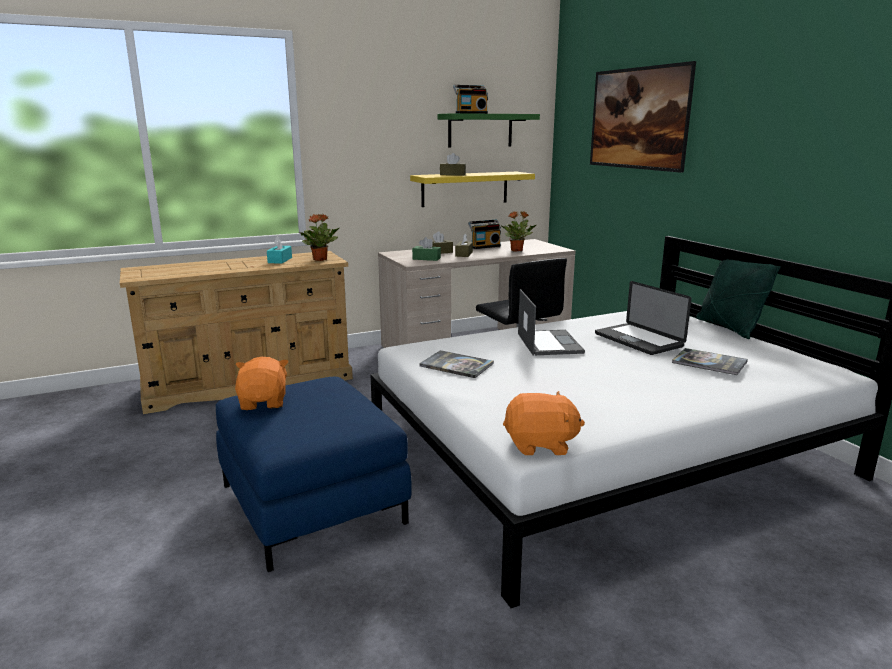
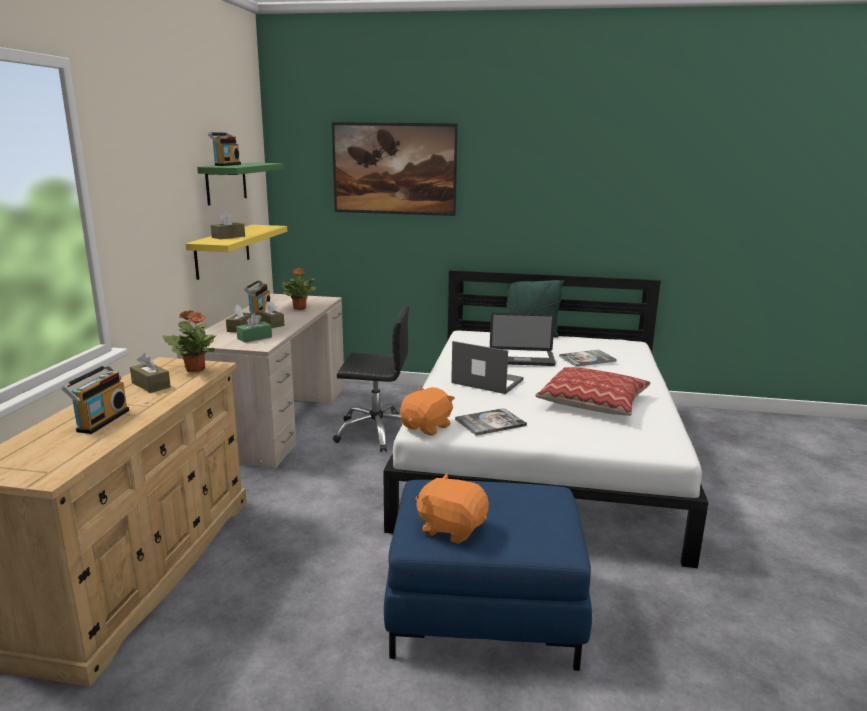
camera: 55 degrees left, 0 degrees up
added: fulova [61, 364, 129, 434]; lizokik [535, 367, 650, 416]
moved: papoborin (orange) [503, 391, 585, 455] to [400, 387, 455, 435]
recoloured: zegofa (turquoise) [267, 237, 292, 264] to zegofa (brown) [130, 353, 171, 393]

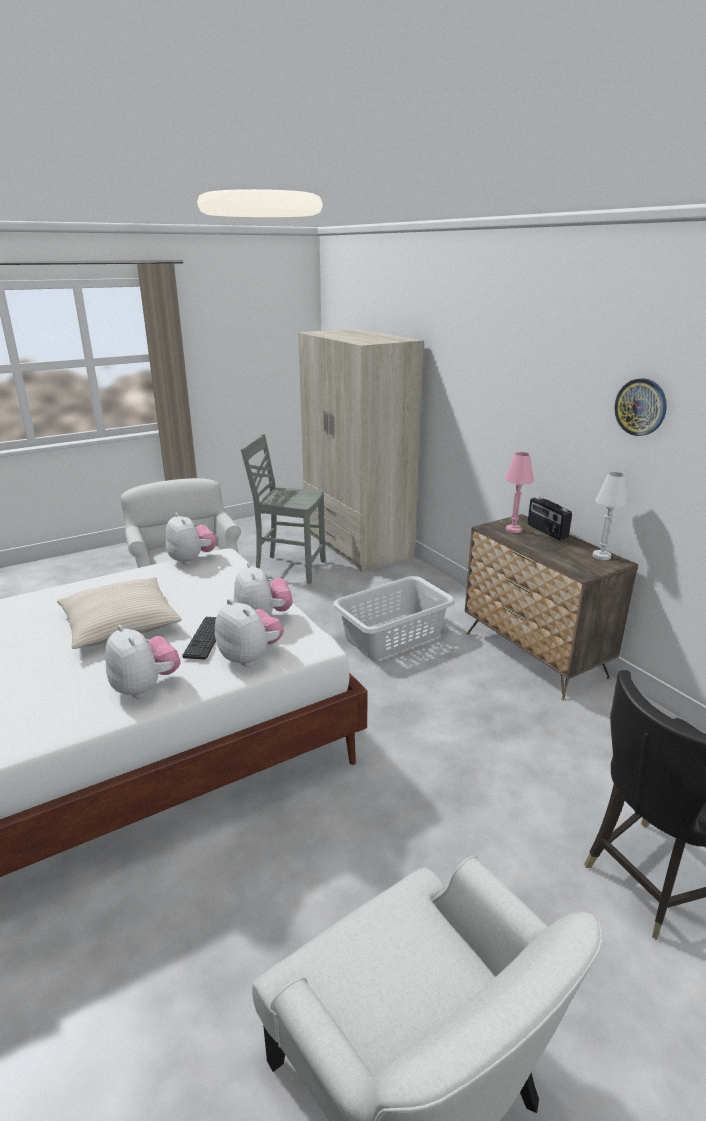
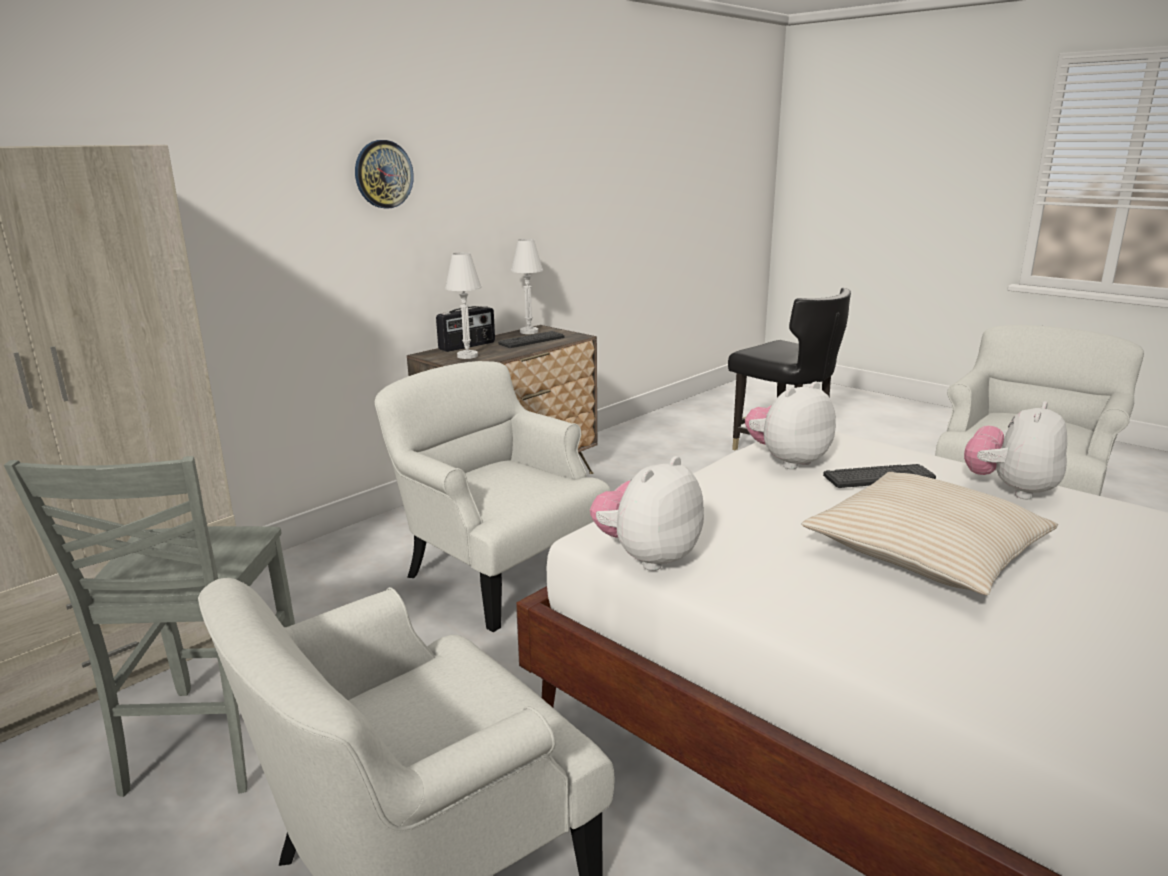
camera: 105 degrees left, 5 degrees down
removed: papoborin [215, 599, 284, 667]
added: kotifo [498, 331, 564, 348]
moved: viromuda [614, 378, 667, 436] to [355, 140, 414, 209]
replaced: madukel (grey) [333, 576, 455, 660] to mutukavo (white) [375, 361, 611, 632]
recoloured: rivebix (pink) [505, 452, 534, 533] to rivebix (white) [445, 252, 482, 359]

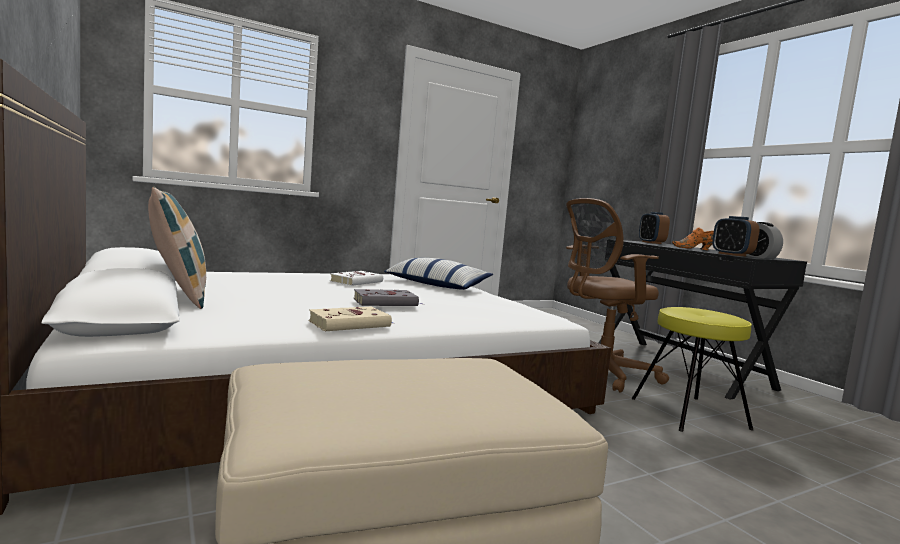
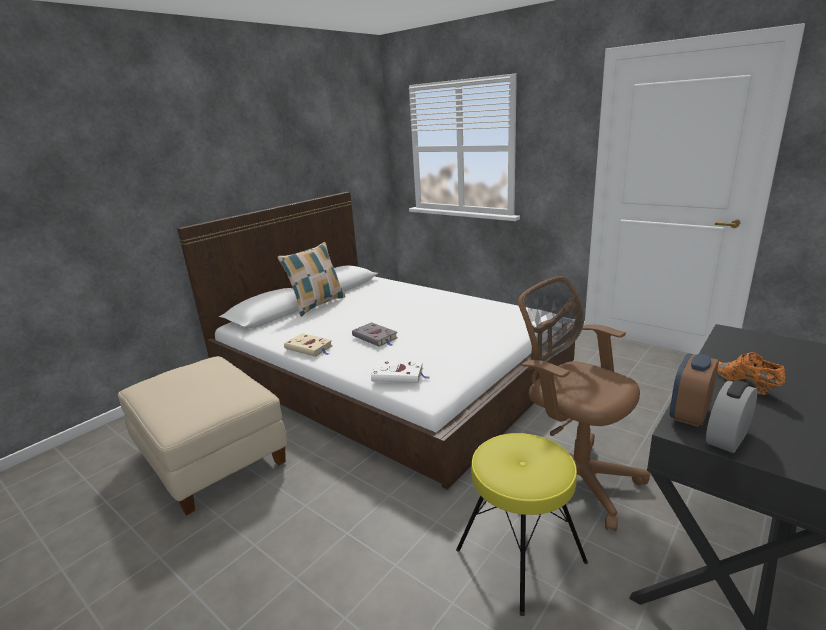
camera: 70 degrees right, 15 degrees up
removed: lizokik [384, 258, 493, 290]; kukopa [639, 212, 670, 244]
moved: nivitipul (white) [330, 271, 383, 286] to [371, 360, 430, 383]

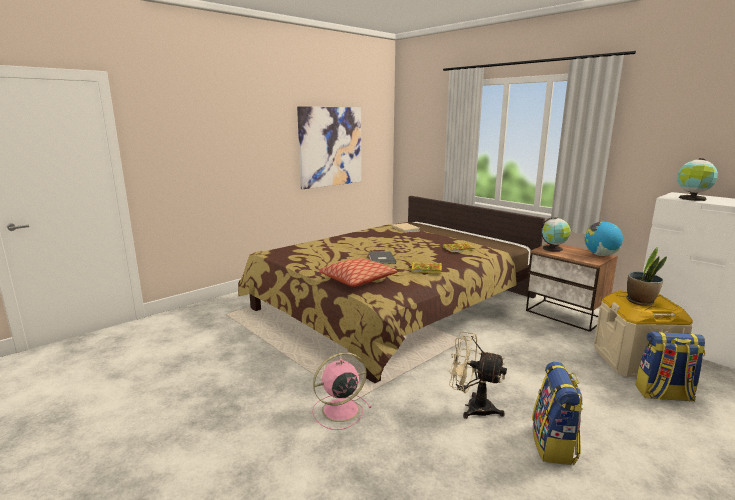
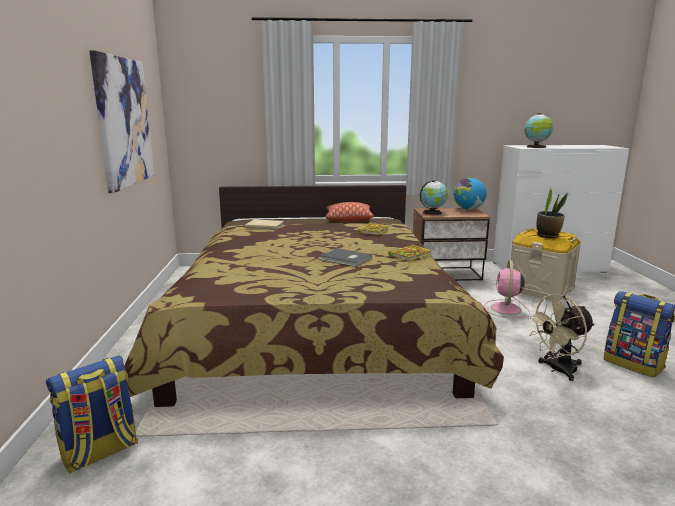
camera: 50 degrees left, 0 degrees up
moved: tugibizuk [636, 332, 705, 402] to [46, 355, 138, 474]; lizokik [319, 258, 397, 287] to [325, 202, 374, 222]; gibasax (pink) [312, 352, 372, 430] to [484, 260, 530, 318]

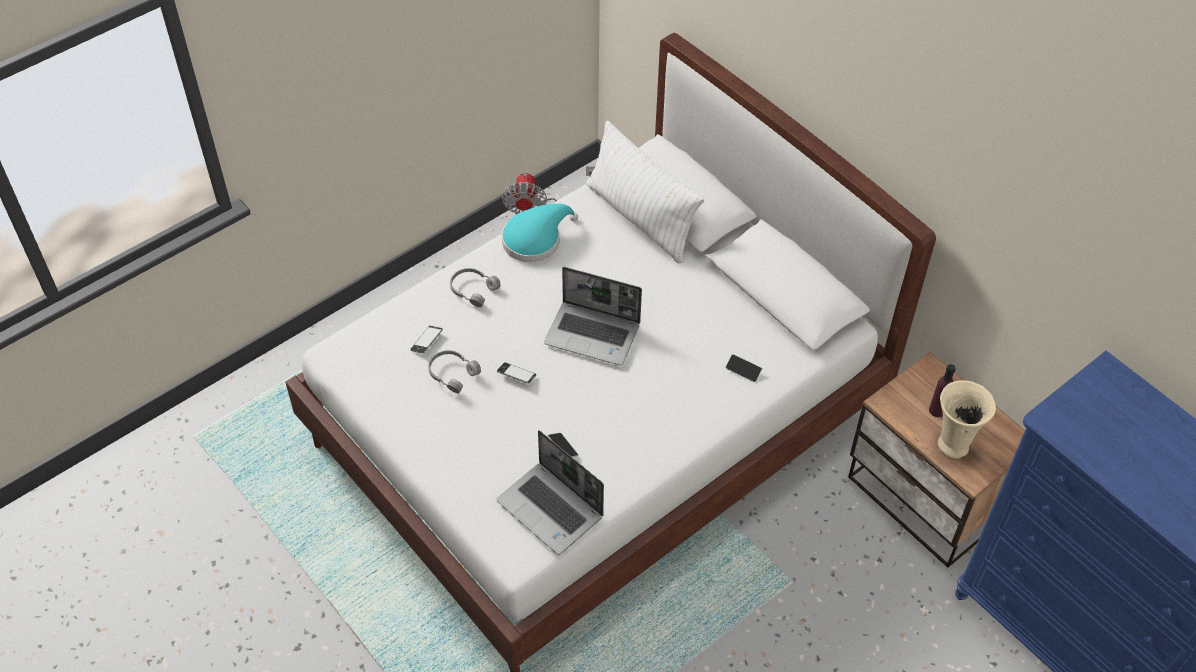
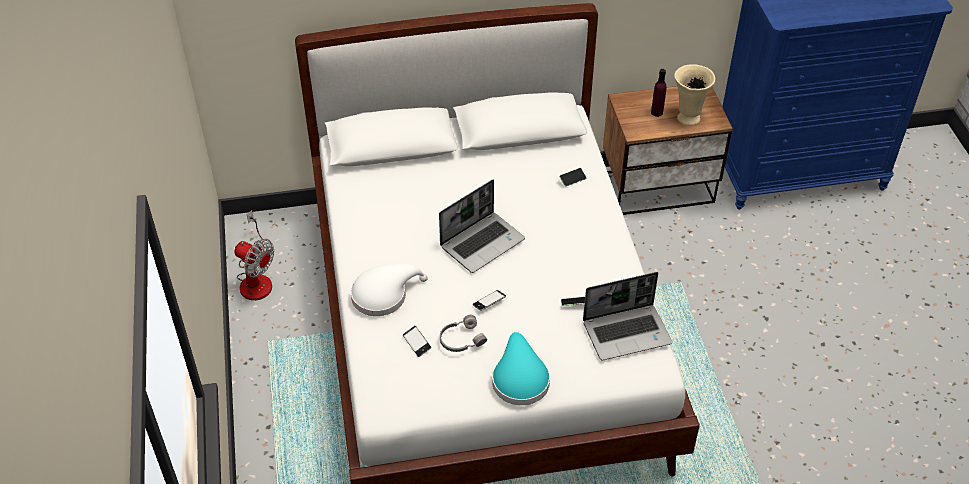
camera: 60 degrees left, 5 degrees down
removed: lizokik (white) [586, 121, 704, 264]
moved: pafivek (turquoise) [502, 203, 578, 262] to [492, 332, 550, 405]
replaced: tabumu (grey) [450, 268, 501, 307] to pafivek (white) [351, 264, 428, 316]

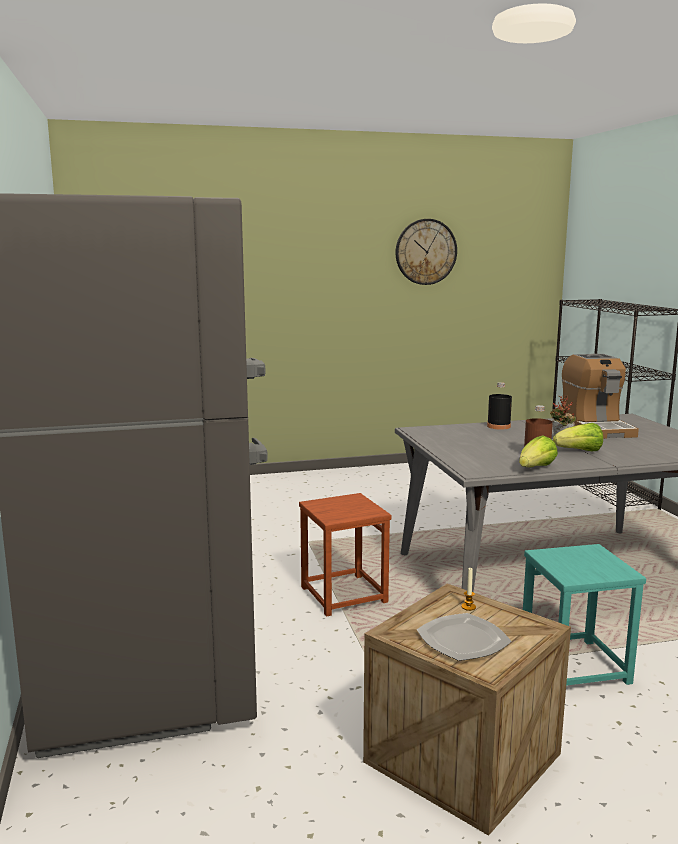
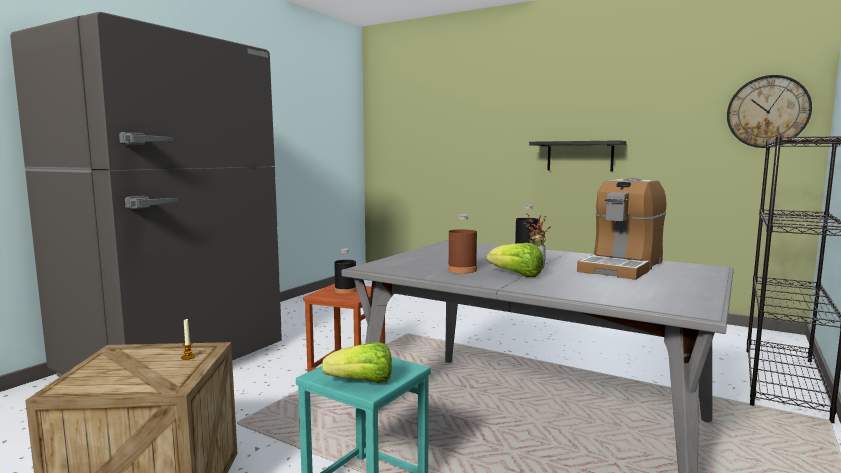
camera: 45 degrees right, 5 degrees down
removed: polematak [417, 613, 512, 661]
added: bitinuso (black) [334, 249, 357, 294]; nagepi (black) [529, 140, 626, 171]
moved: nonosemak [519, 436, 558, 467] to [322, 342, 392, 383]; viromuda [396, 219, 457, 285] to [727, 75, 812, 148]

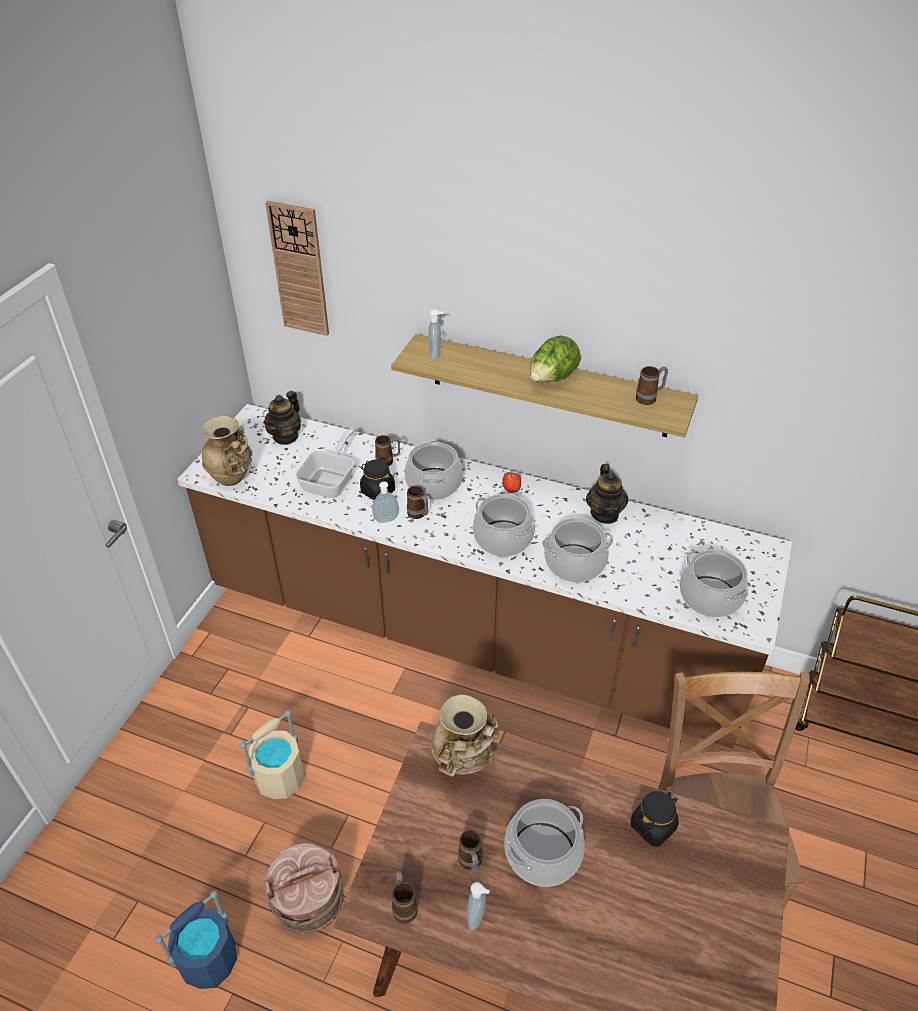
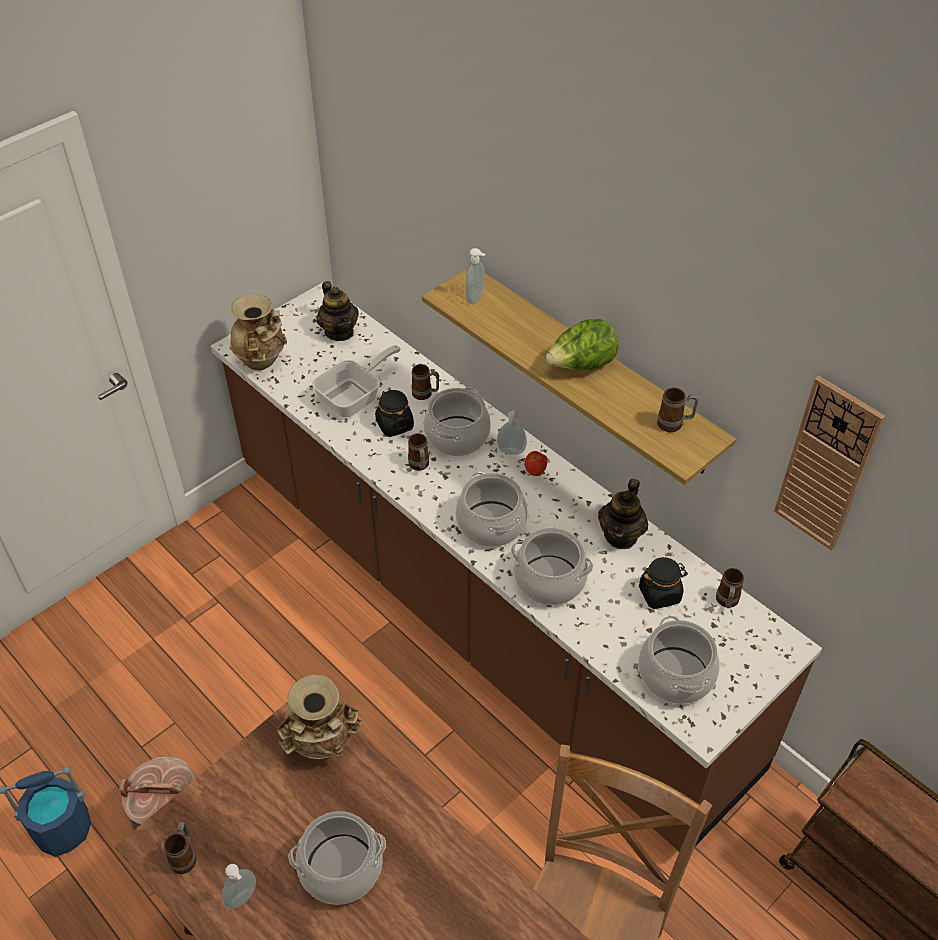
camera: 25 degrees right, 5 degrees up
removed: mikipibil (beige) [240, 710, 305, 799]
moved: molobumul [372, 481, 399, 523] to [497, 411, 527, 455]; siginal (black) [631, 791, 679, 847] to [639, 557, 688, 609]; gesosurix [458, 830, 483, 874] to [716, 568, 744, 608]; viromuda [265, 200, 329, 336] to [774, 376, 885, 551]
turned: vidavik [263, 391, 301, 445] = [316, 281, 359, 341] 75 degrees counterclockwise

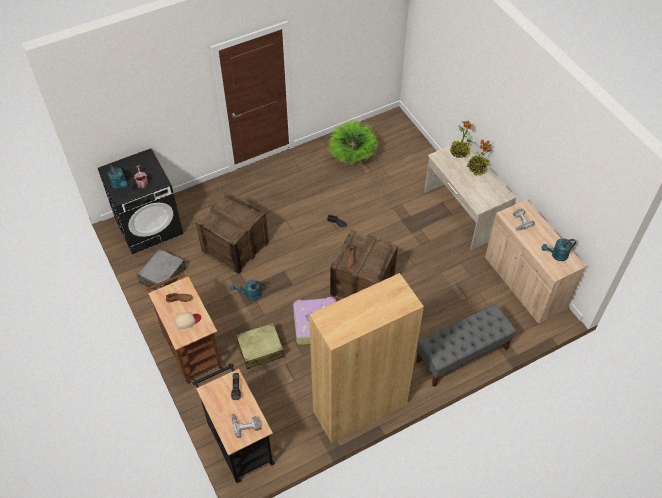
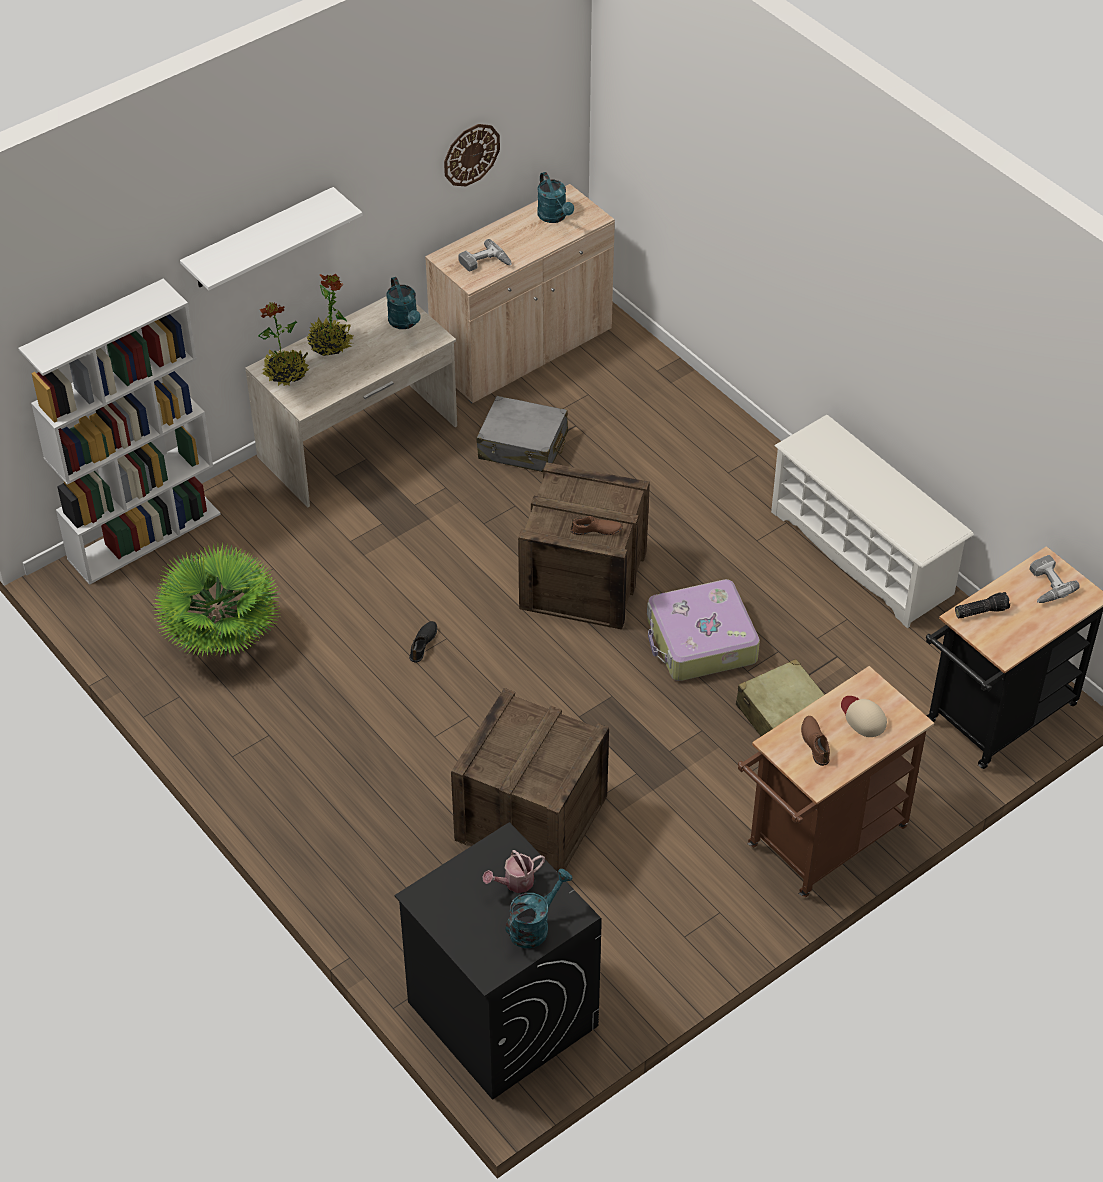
camera: 100 degrees left, 5 degrees down
removed: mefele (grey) [416, 304, 516, 387]
added: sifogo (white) [18, 279, 221, 585]; nagepi (white) [180, 187, 363, 291]; viromuda [444, 124, 500, 186]
moved: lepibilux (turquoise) [230, 280, 264, 301] to [386, 277, 421, 329]; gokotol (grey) [137, 249, 186, 290] to [476, 396, 568, 472]
replaced: sifogo (brown) [309, 273, 424, 443] to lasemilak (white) [771, 415, 974, 628]

